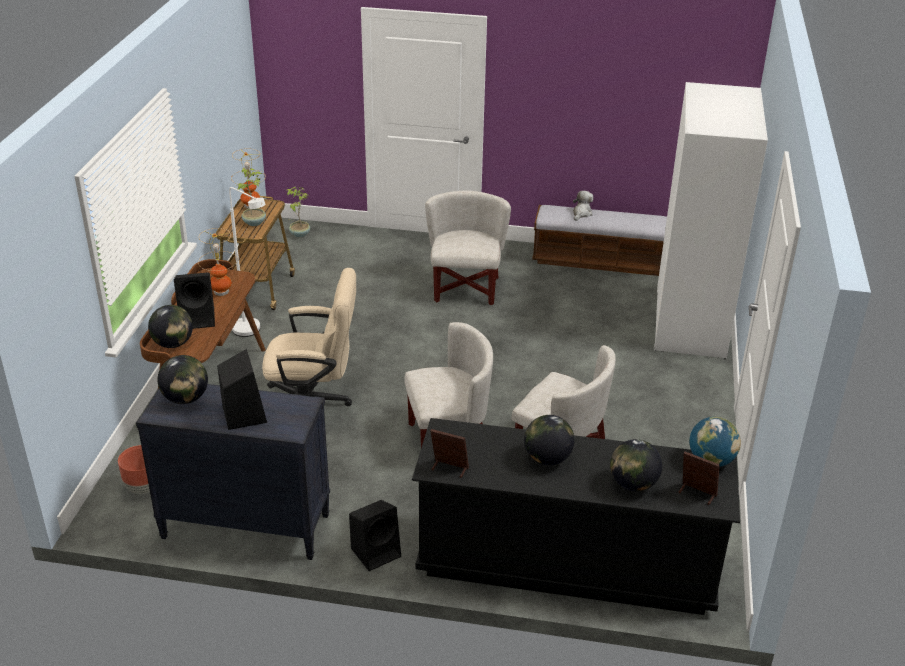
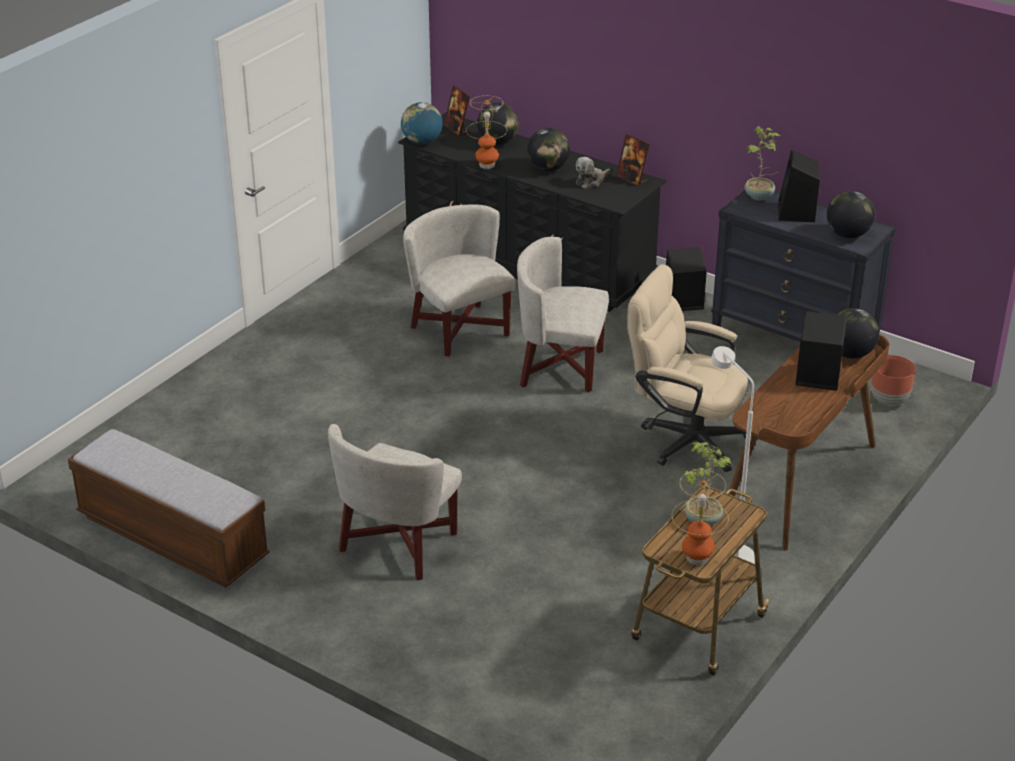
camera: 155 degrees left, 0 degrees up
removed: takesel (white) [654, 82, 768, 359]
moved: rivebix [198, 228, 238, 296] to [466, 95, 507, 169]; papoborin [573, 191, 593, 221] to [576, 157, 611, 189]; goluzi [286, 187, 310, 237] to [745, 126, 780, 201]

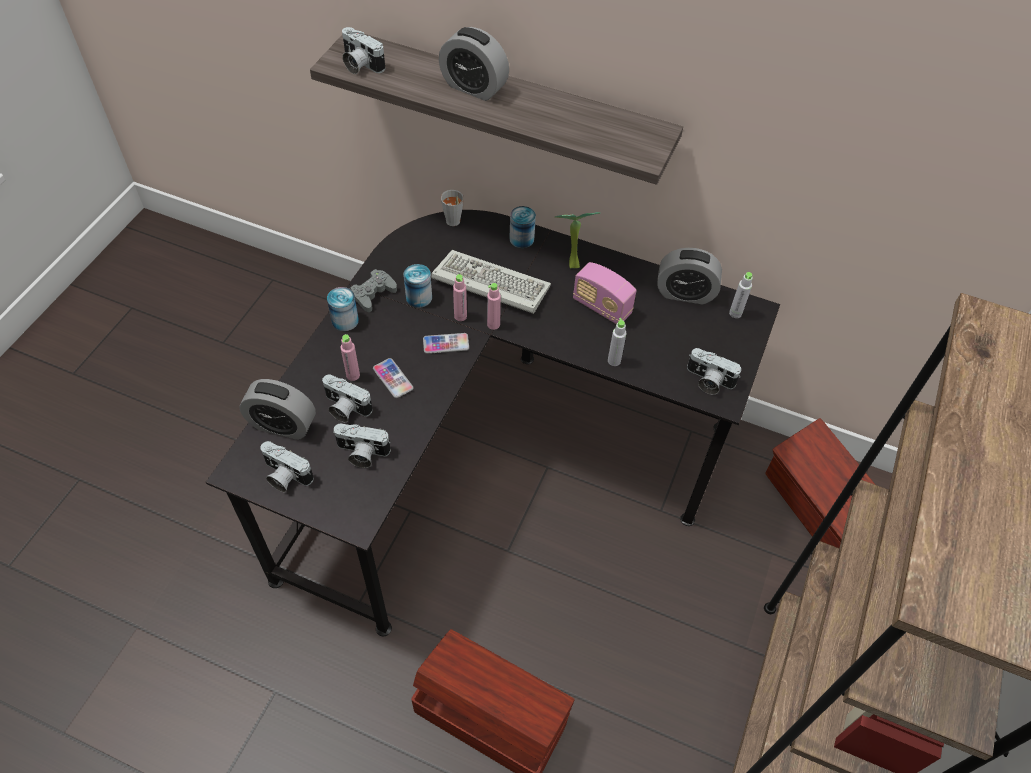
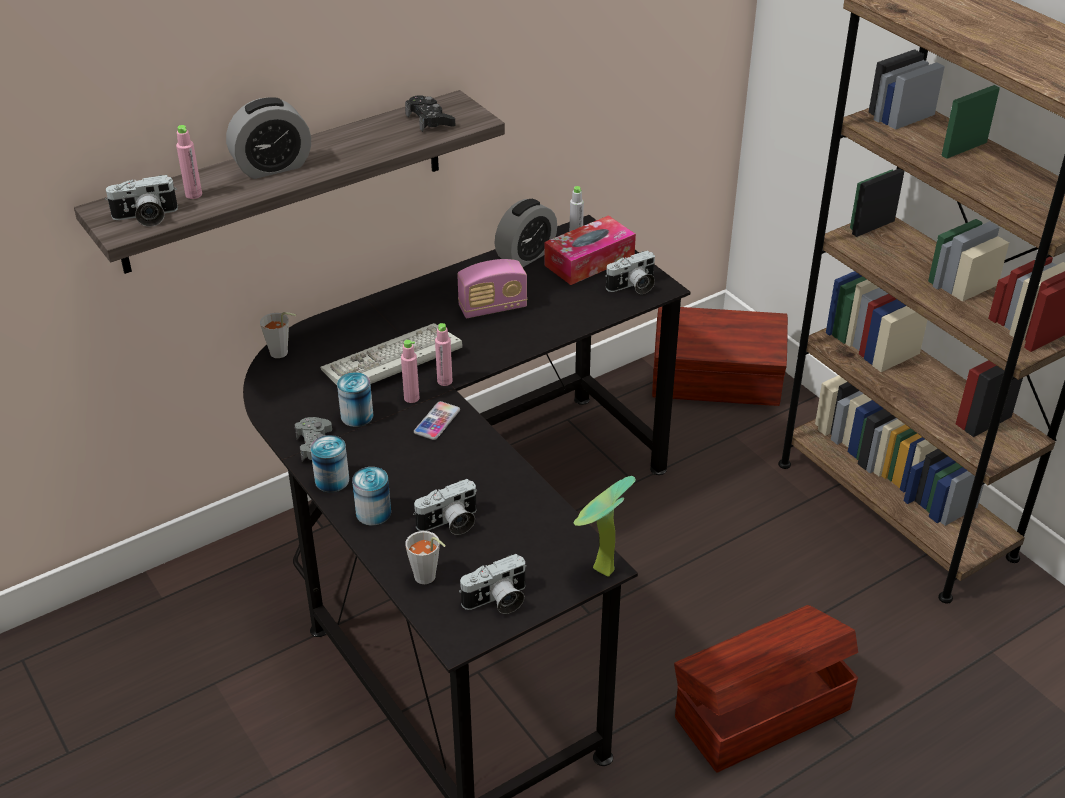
camera: 55 degrees left, 15 degrees down
removed: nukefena [333, 423, 391, 468]; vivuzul [373, 358, 414, 398]; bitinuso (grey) [608, 318, 627, 366]
added: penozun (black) [405, 95, 455, 132]; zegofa [544, 215, 636, 285]
moved: bitinuso (pink) [341, 334, 360, 381] to [176, 125, 202, 199]; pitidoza [509, 206, 536, 248] to [352, 467, 391, 526]; goluzi [555, 212, 600, 268] to [574, 476, 636, 577]
replaced: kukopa [239, 379, 316, 440] to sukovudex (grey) [405, 531, 446, 584]

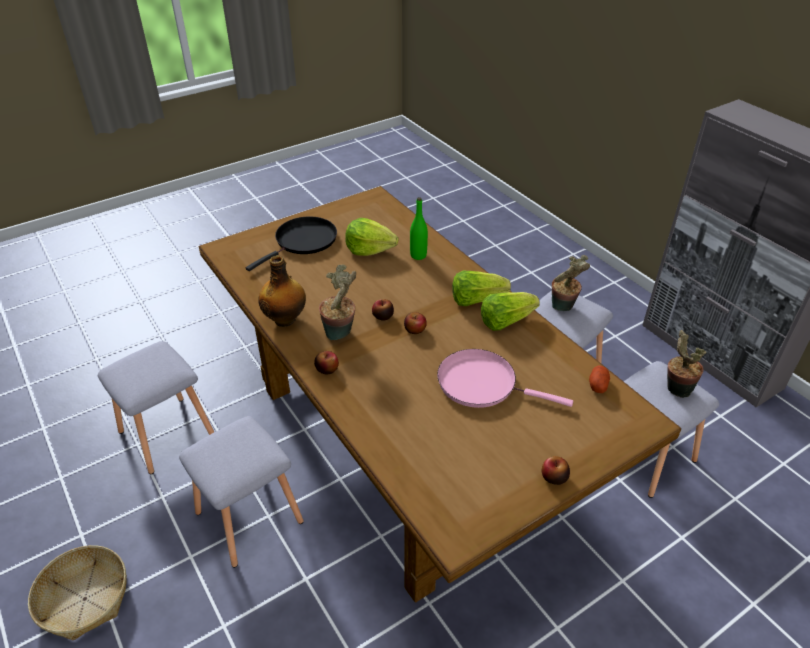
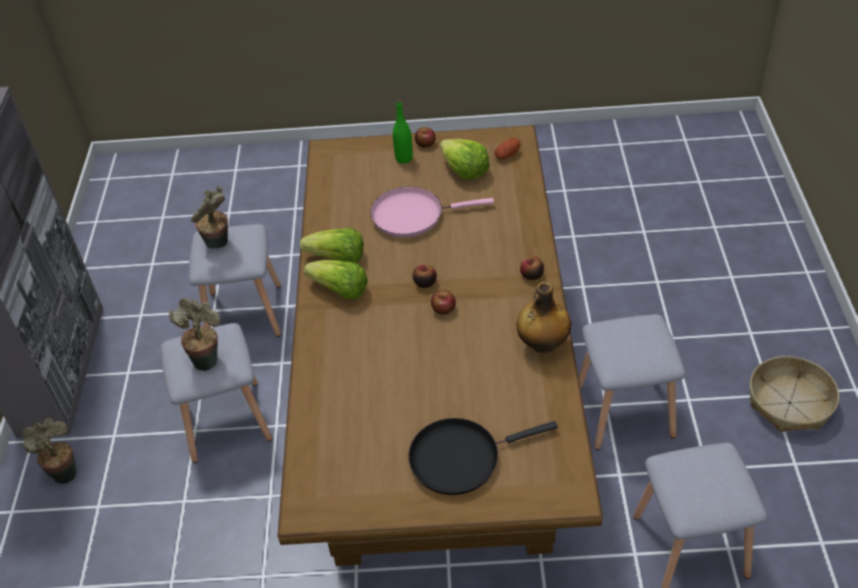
camera: 145 degrees left, 5 degrees up
moved: goluzi [319, 264, 356, 340] to [22, 418, 77, 484]; bitinuso (green) [410, 197, 428, 260] to [393, 100, 413, 164]; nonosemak [345, 218, 398, 256] to [440, 139, 490, 180]; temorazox [589, 366, 610, 393] to [494, 138, 520, 159]
turned: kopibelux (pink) [437, 349, 573, 408] = [370, 187, 494, 237] 120 degrees clockwise

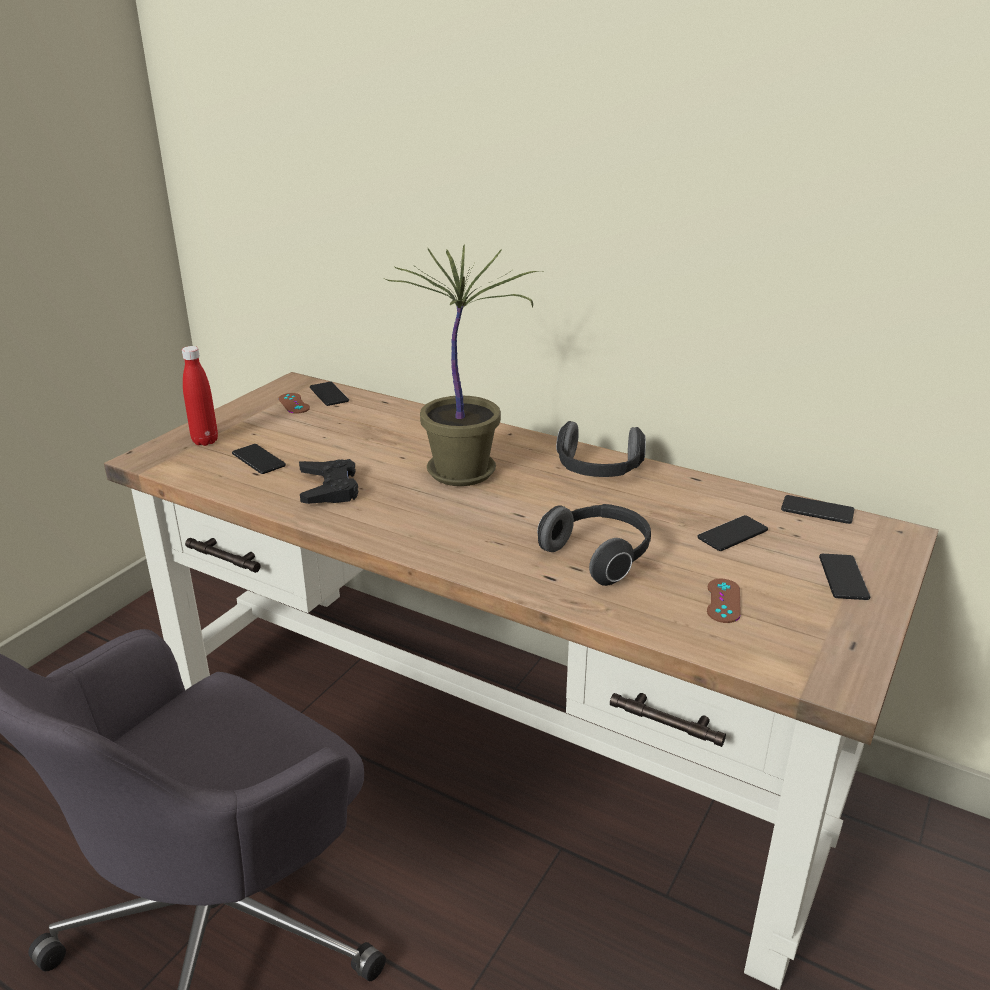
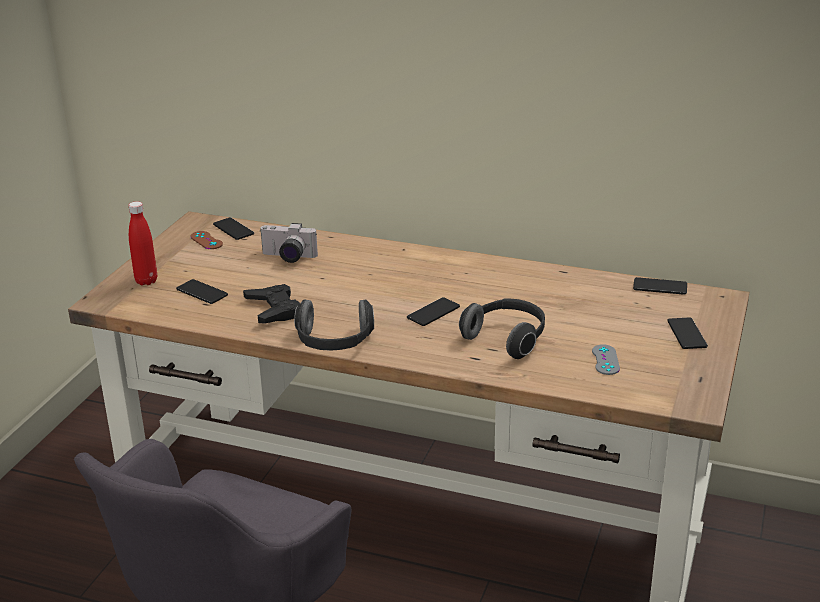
camera: 10 degrees left, 0 degrees up
removed: goluzi [385, 245, 544, 486]
added: nukefena [259, 223, 318, 263]
moved: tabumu [556, 421, 646, 477] to [294, 300, 374, 351]; vivuzul [697, 515, 768, 551] to [407, 297, 460, 326]
recoloured: penozun (brown) [707, 579, 741, 623] to penozun (grey) [592, 344, 620, 375]

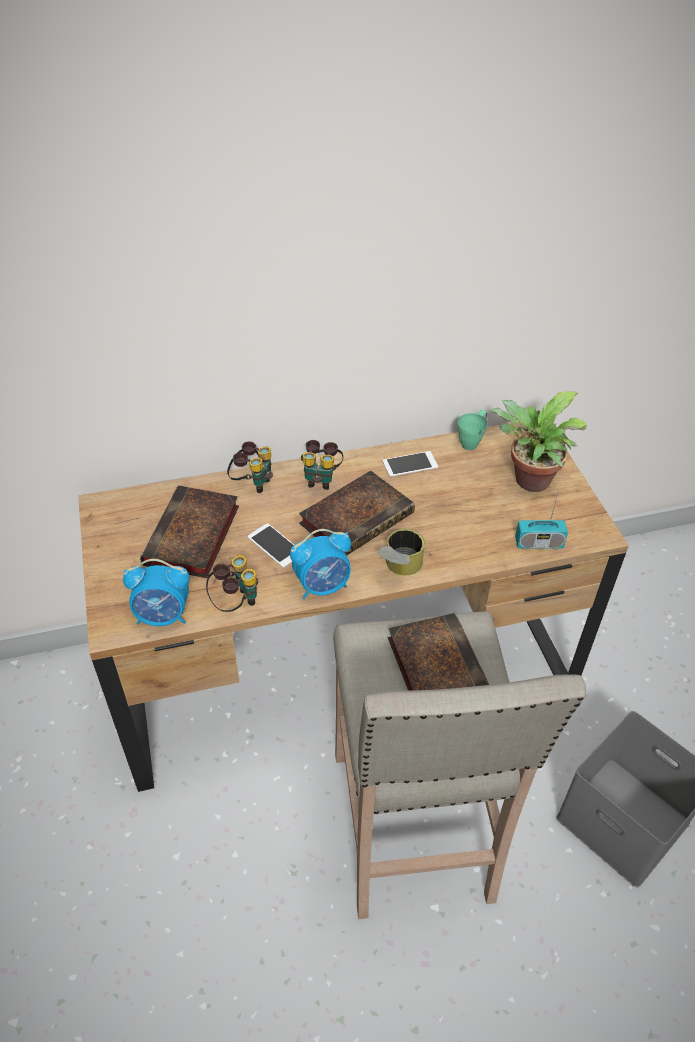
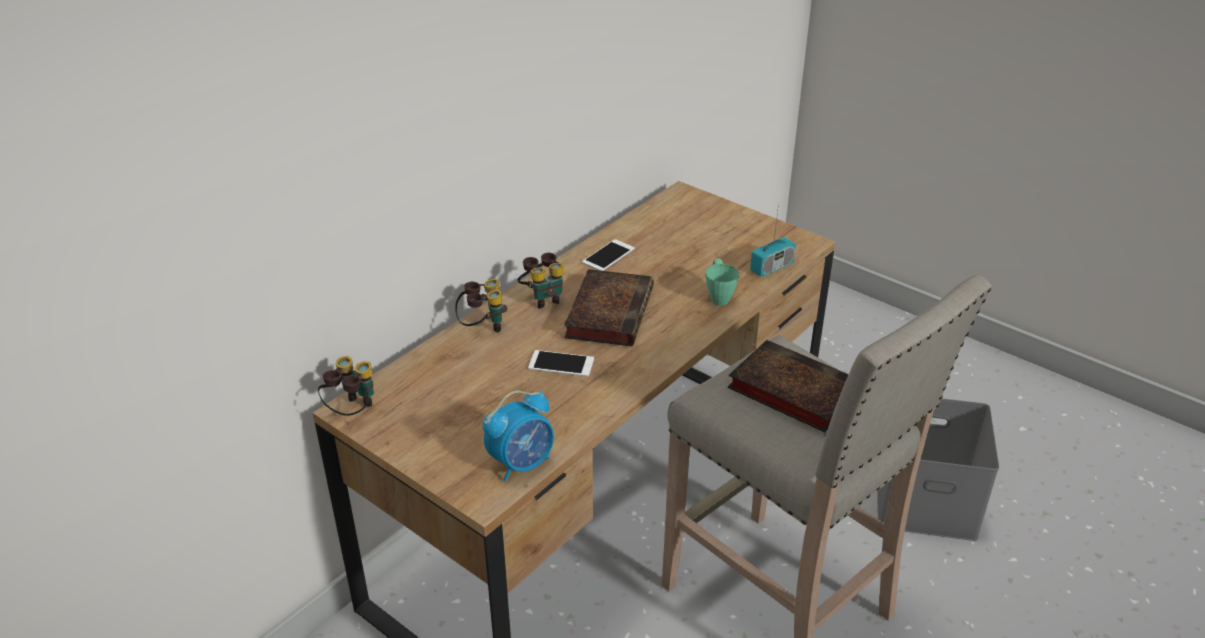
camera: 35 degrees left, 10 degrees down
removed: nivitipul [140, 485, 239, 578]; kukopa [290, 529, 351, 600]; pitidoza [378, 528, 425, 575]; goluzi [489, 391, 587, 492]
moved: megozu [206, 555, 258, 612] to [318, 356, 374, 416]; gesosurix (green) [458, 410, 487, 450] to [705, 258, 739, 306]

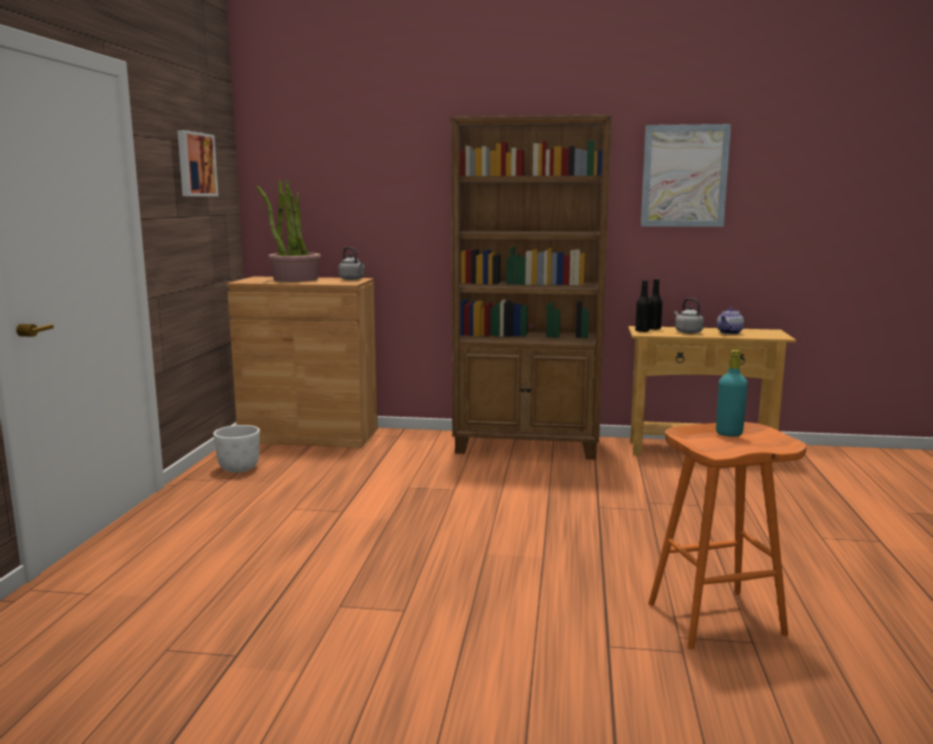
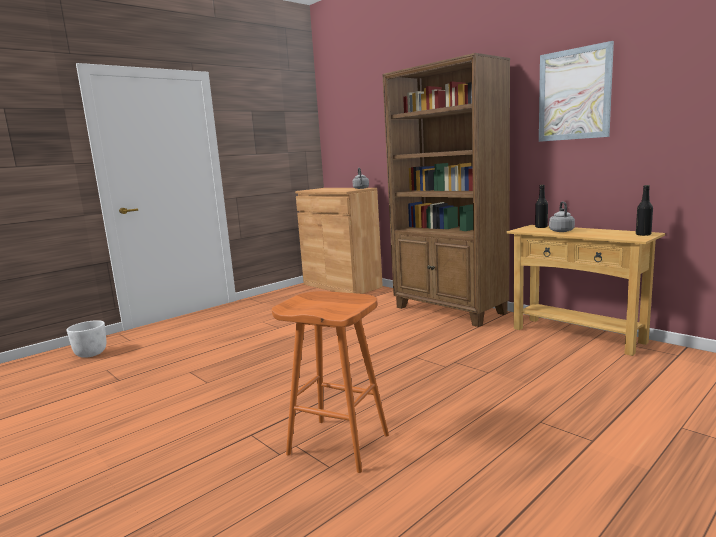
camera: 40 degrees right, 0 degrees up
removed: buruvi [177, 130, 218, 196]; goluzi [256, 180, 321, 282]; bitinuso (turquoise) [716, 350, 748, 437]; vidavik [717, 307, 744, 334]
moved: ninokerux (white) [213, 425, 260, 473] to [67, 320, 106, 358]; bitinuso (black) [635, 280, 651, 332] to [636, 185, 653, 236]

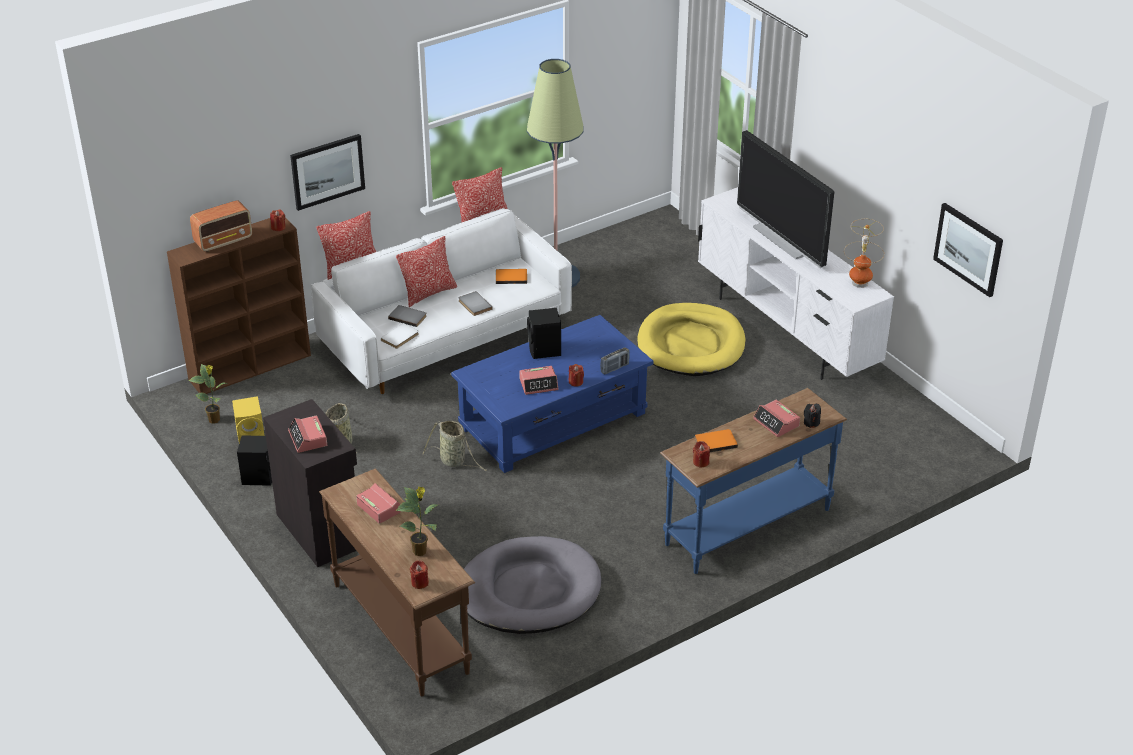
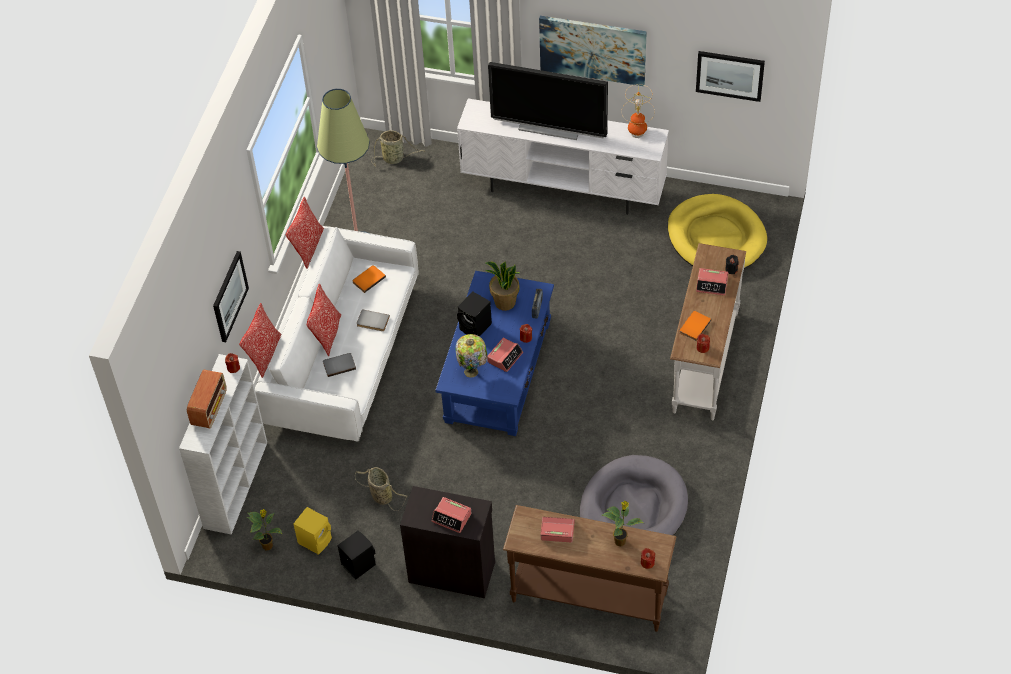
camera: 40 degrees left, 15 degrees up
removed: nivitipul (white) [381, 323, 419, 349]
added: rivebix [455, 334, 488, 378]; goluzi [485, 261, 520, 311]; buruvi [539, 16, 647, 86]
moved: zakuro [423, 421, 487, 471] to [371, 130, 425, 166]; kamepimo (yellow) [637, 303, 745, 376] to [668, 194, 767, 269]
recoloured: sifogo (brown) [167, 217, 311, 394] to sifogo (white) [179, 354, 267, 535]; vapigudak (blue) [660, 388, 847, 574] to vapigudak (white) [670, 243, 746, 420]

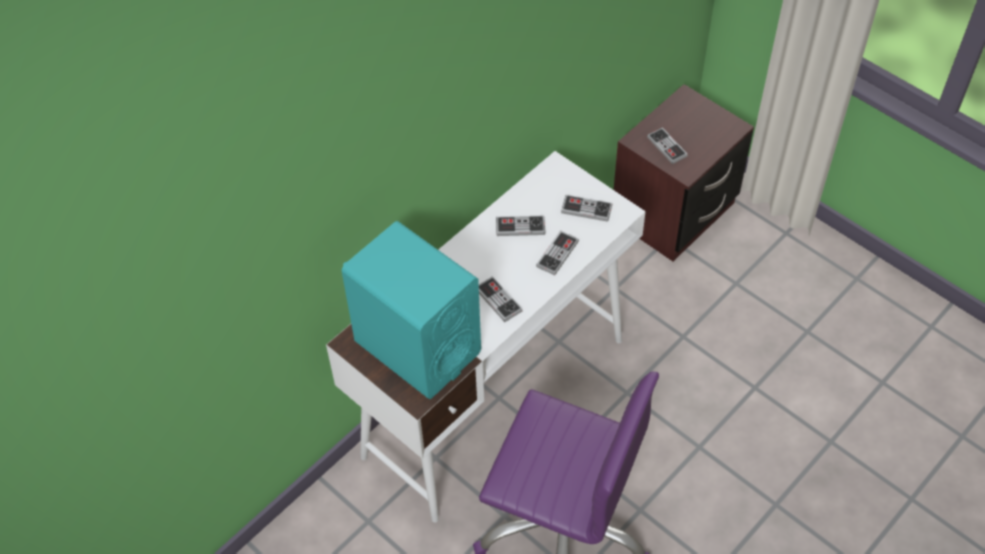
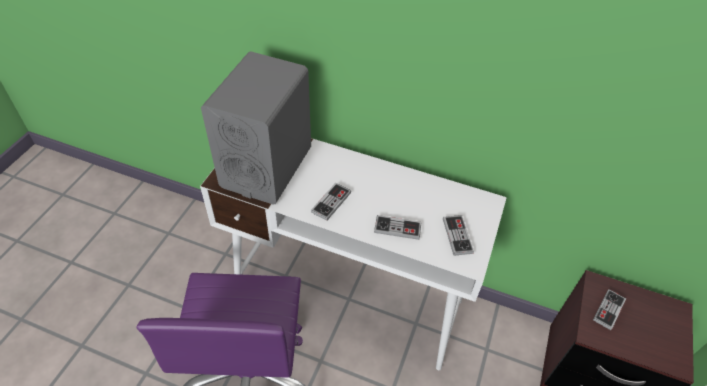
camera: 65 degrees right, 5 degrees down
removed: penozun [496, 216, 545, 236]
recoloured: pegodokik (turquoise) [341, 221, 481, 399] to pegodokik (grey) [201, 51, 311, 205]

